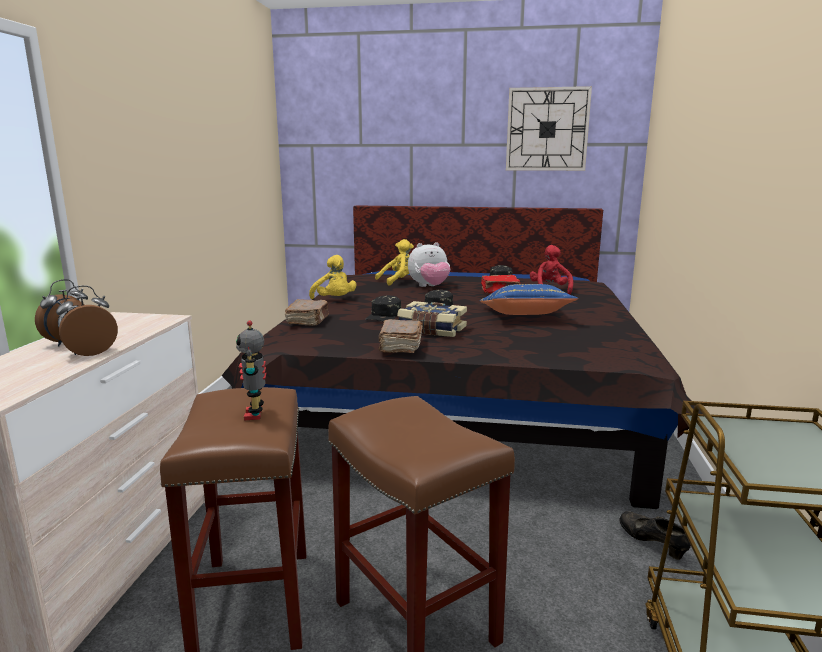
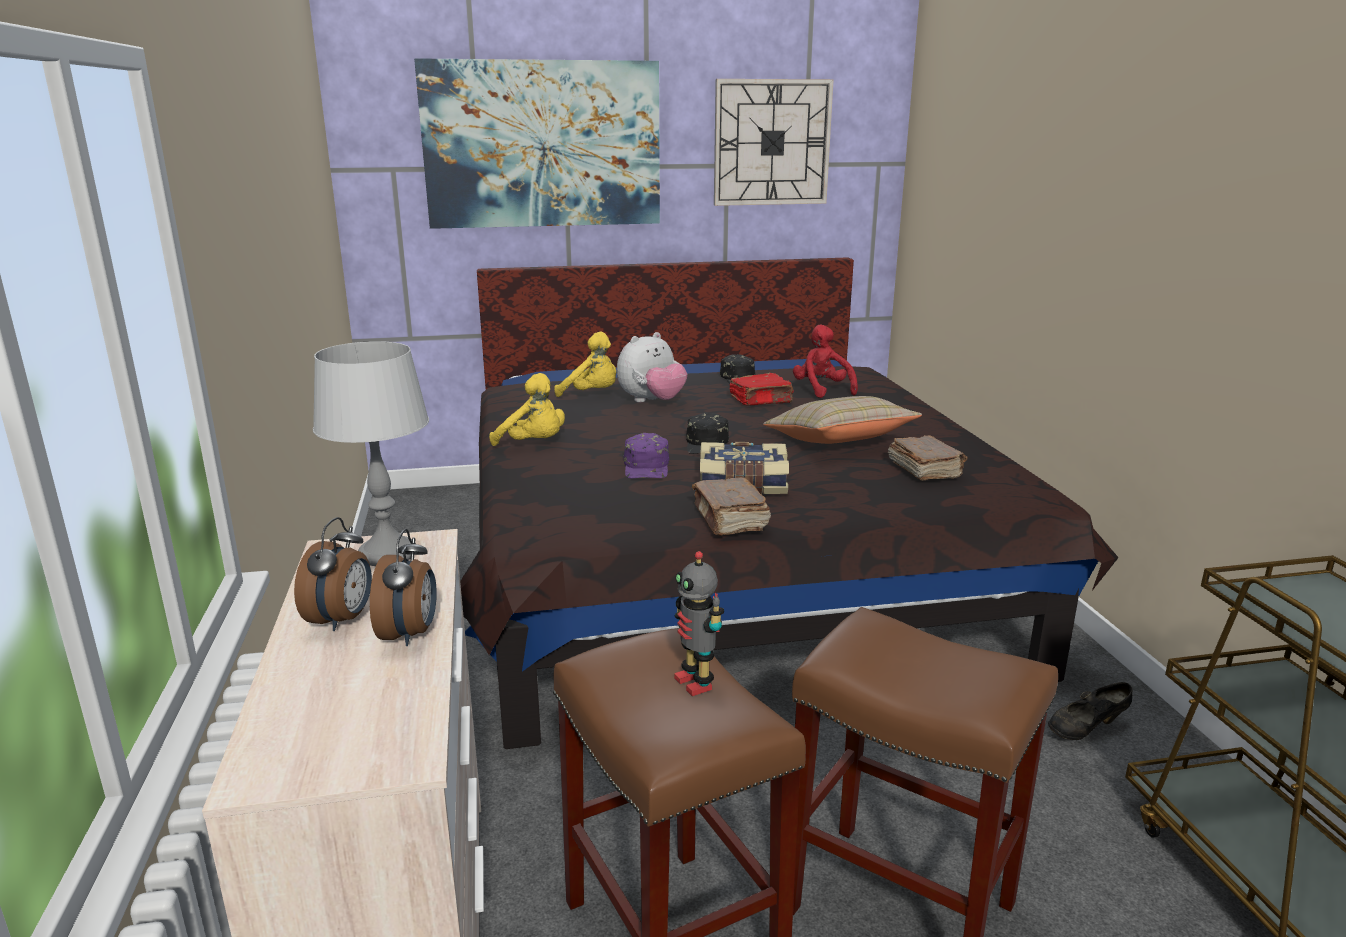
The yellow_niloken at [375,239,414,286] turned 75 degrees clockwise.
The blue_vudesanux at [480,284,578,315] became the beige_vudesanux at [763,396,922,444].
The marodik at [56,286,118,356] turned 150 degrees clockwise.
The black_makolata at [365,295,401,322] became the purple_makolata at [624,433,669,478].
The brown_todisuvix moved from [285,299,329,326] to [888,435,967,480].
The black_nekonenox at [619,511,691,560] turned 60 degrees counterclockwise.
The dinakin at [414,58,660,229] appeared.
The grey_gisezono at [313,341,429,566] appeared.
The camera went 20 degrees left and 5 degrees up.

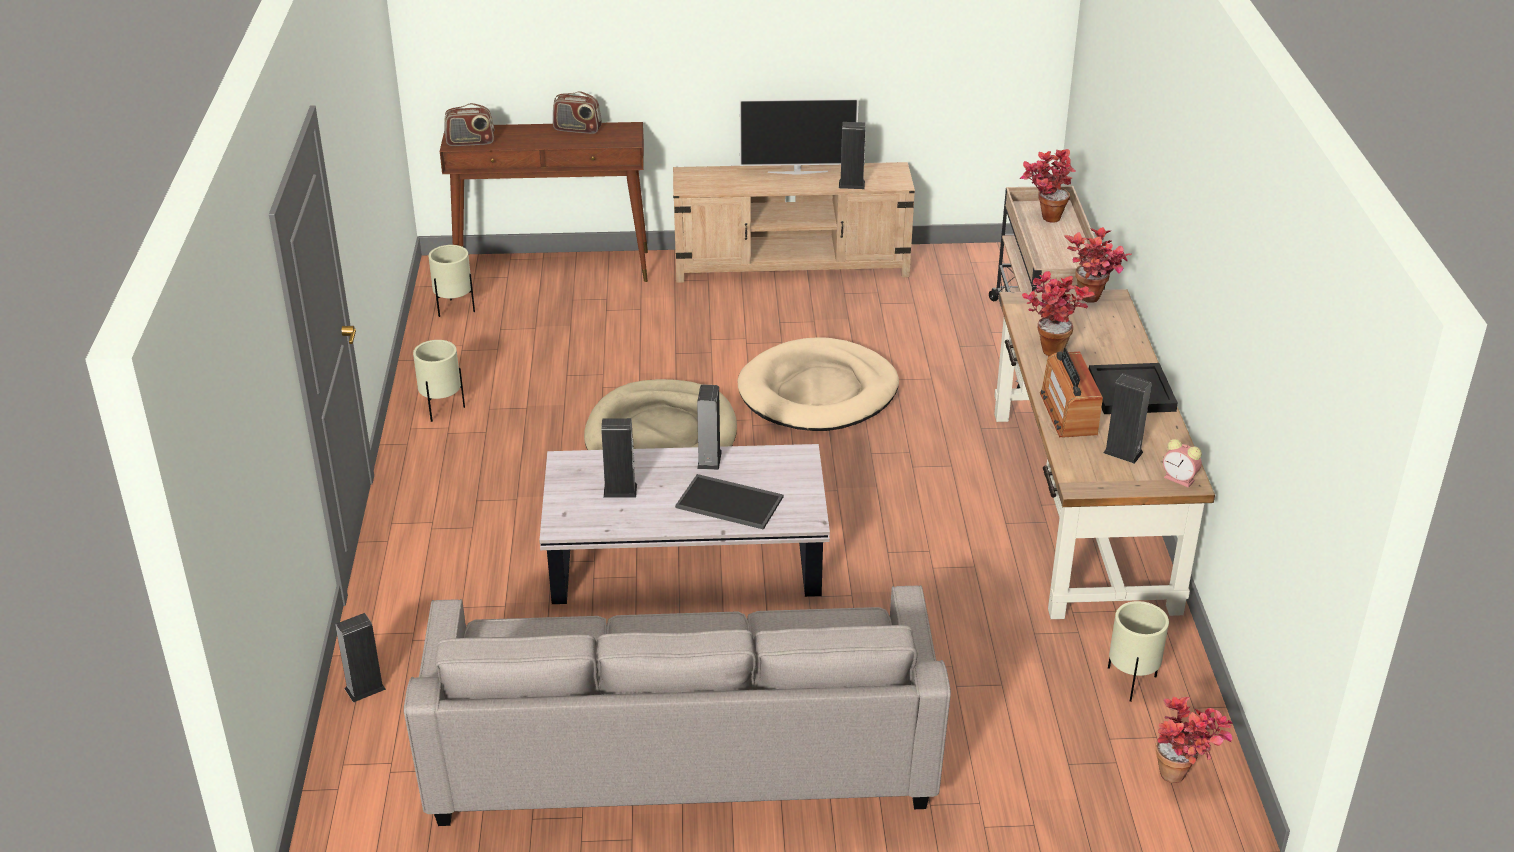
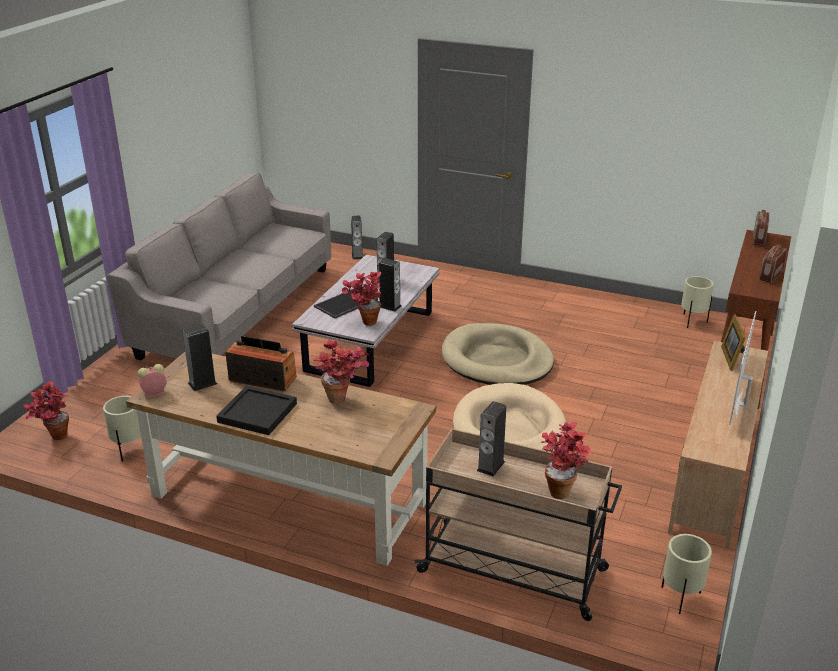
The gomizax moved from [839,122,866,189] to [477,401,506,477].
The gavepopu moved from [1065,227,1132,303] to [342,272,381,326].
The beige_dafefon moved from [413,340,465,422] to [662,534,712,614].
The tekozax at [721,314,746,371] appeared.
The camera went 115 degrees right and 5 degrees down.

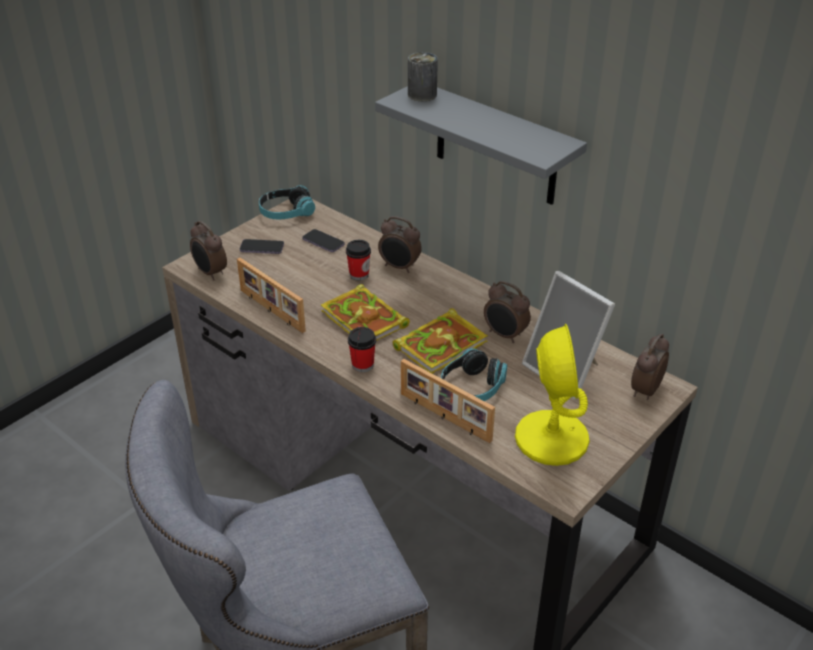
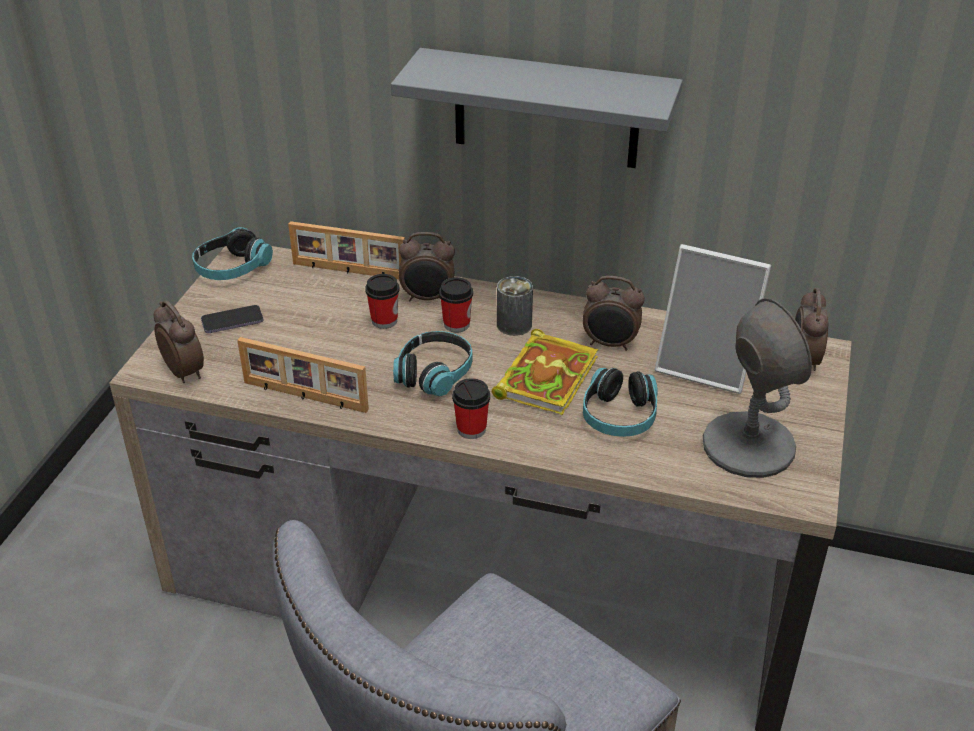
The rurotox moved from [408,52,438,101] to [497,276,533,336].
The marodik at [190,221,227,280] turned 150 degrees counterclockwise.
The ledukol at [302,229,345,252] disappeared.
The todisuvix at [321,284,410,341] was replaced by the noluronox at [393,331,472,396].
The yellow_gisezono at [515,324,590,466] became the grey_gisezono at [703,298,812,478].
The tekozax moved from [401,359,495,443] to [288,221,405,279].
The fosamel at [439,277,473,333] appeared.
The camera went 25 degrees left and 0 degrees up.

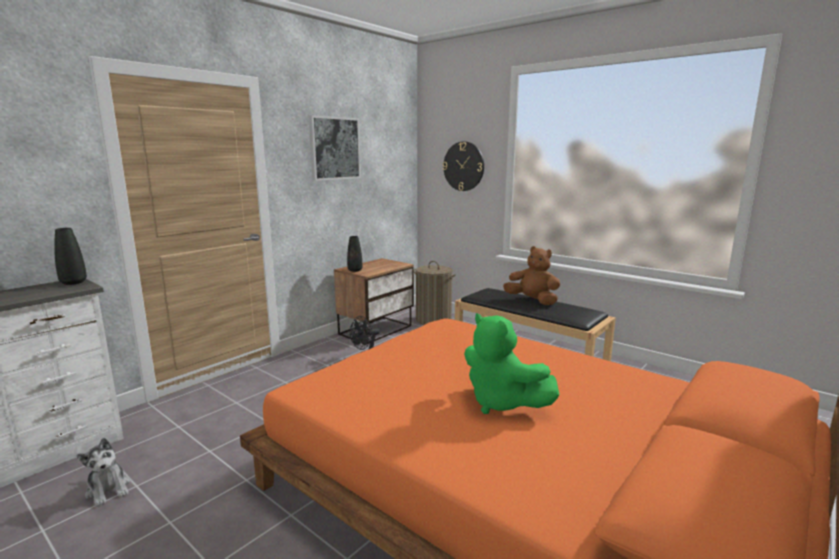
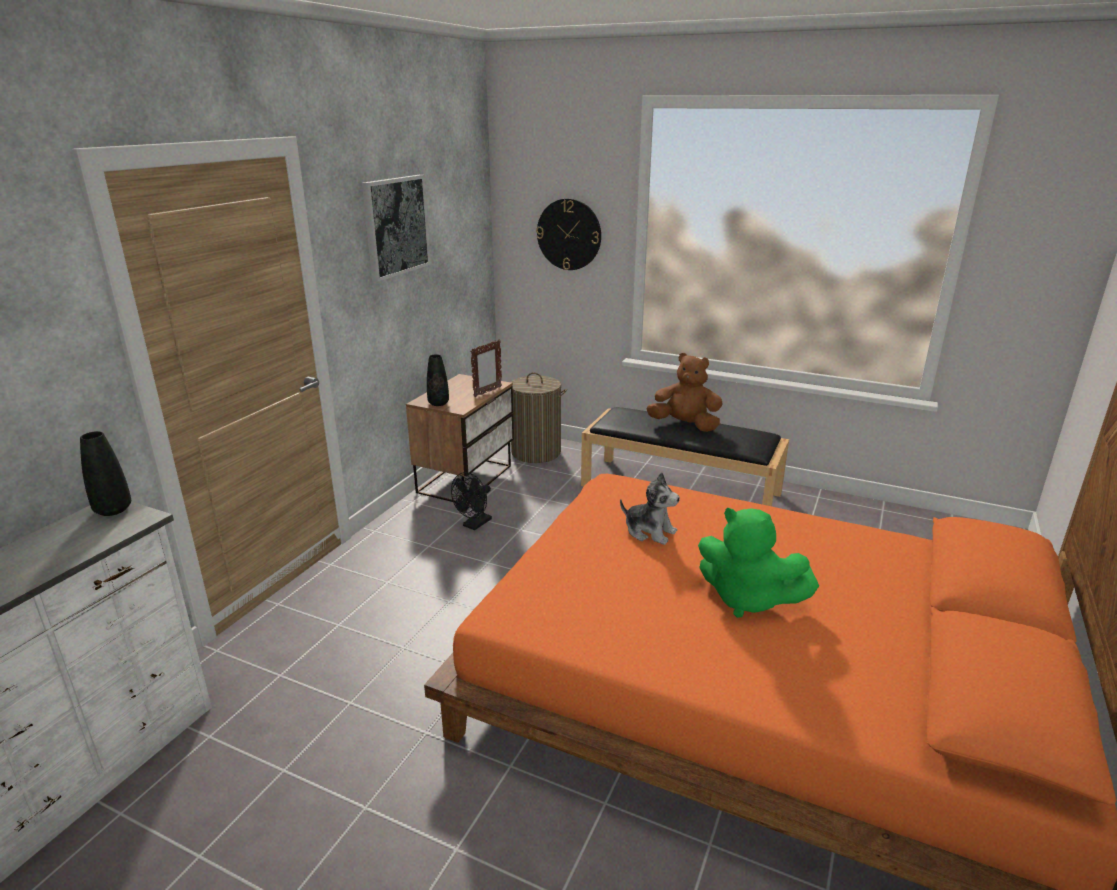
The niloken moved from [77,438,130,507] to [620,472,680,545].
The tekozax at [470,339,502,397] appeared.
The camera went 15 degrees left and 10 degrees up.

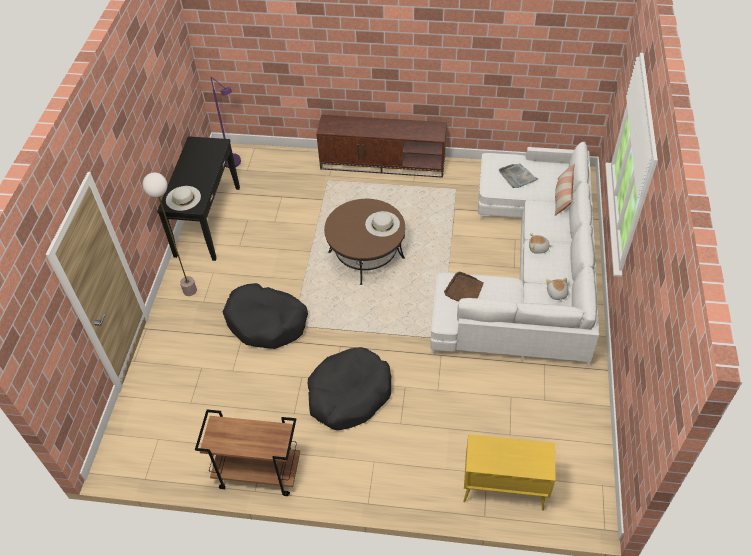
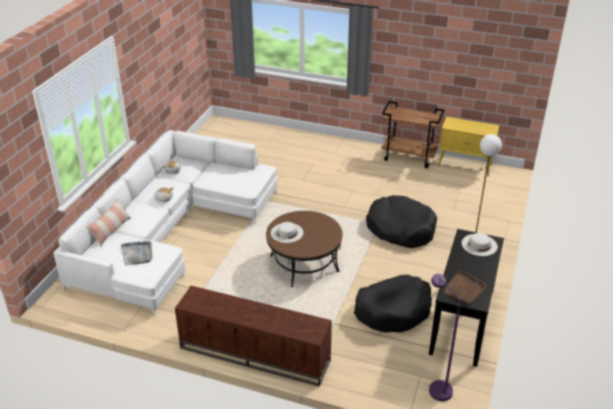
The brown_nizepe moved from [444,272,484,302] to [443,270,487,304].
The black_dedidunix moved from [308,347,391,430] to [354,275,432,333].
The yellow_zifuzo moved from [463,434,556,511] to [438,117,499,176].
The camera went 170 degrees left and 15 degrees down.

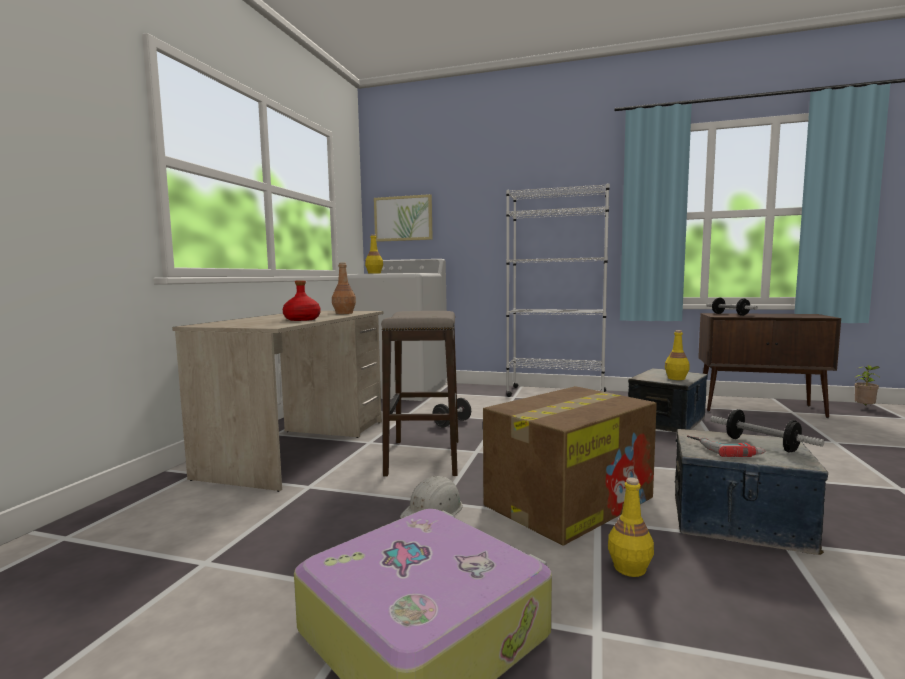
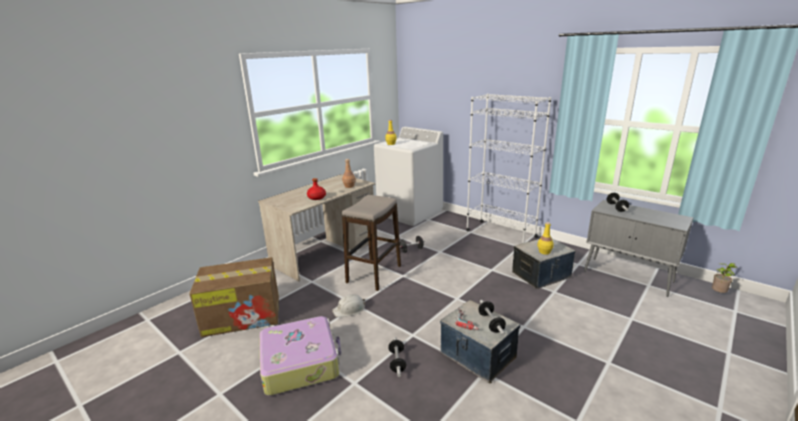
The dinakin at [374,194,433,242] disappeared.
The brown_zifuzo at [698,313,841,418] became the grey_zifuzo at [584,200,694,297].
The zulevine moved from [483,386,657,546] to [189,257,279,337].
The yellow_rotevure at [608,478,654,577] was replaced by the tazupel at [388,337,406,377].
The camera went 25 degrees right and 15 degrees up.

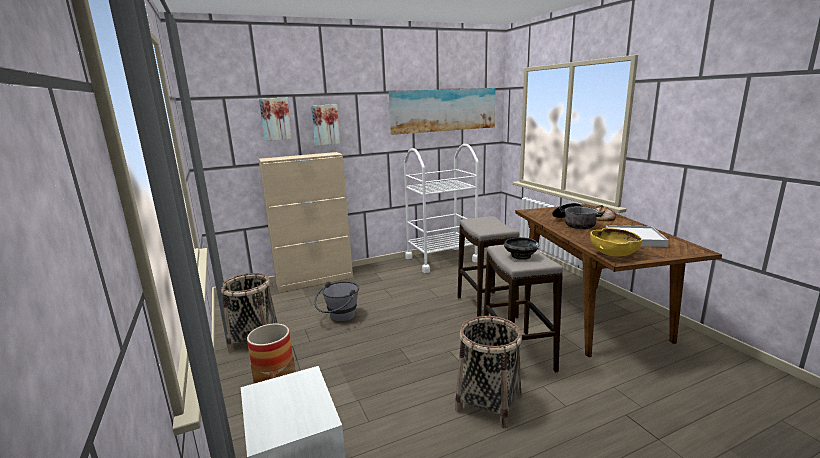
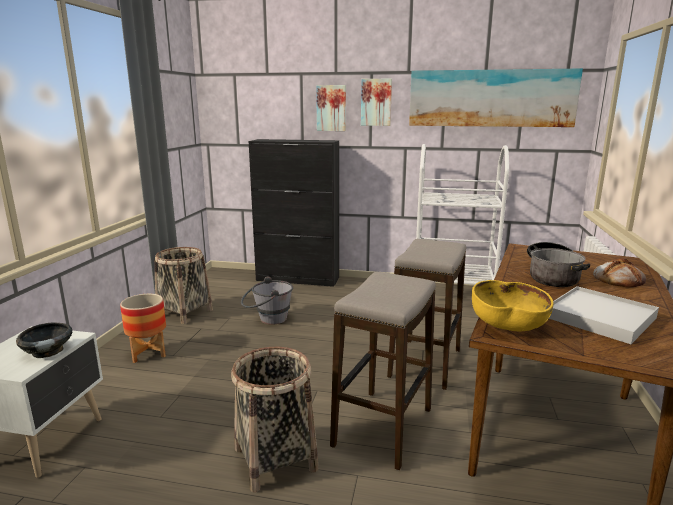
The dinakin moved from [259,98,292,141] to [361,79,392,126].
The beige_zifuzo at [259,152,353,292] became the black_zifuzo at [248,139,339,287].
The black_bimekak moved from [504,237,539,260] to [16,323,72,358].
The camera went 35 degrees right and 0 degrees up.

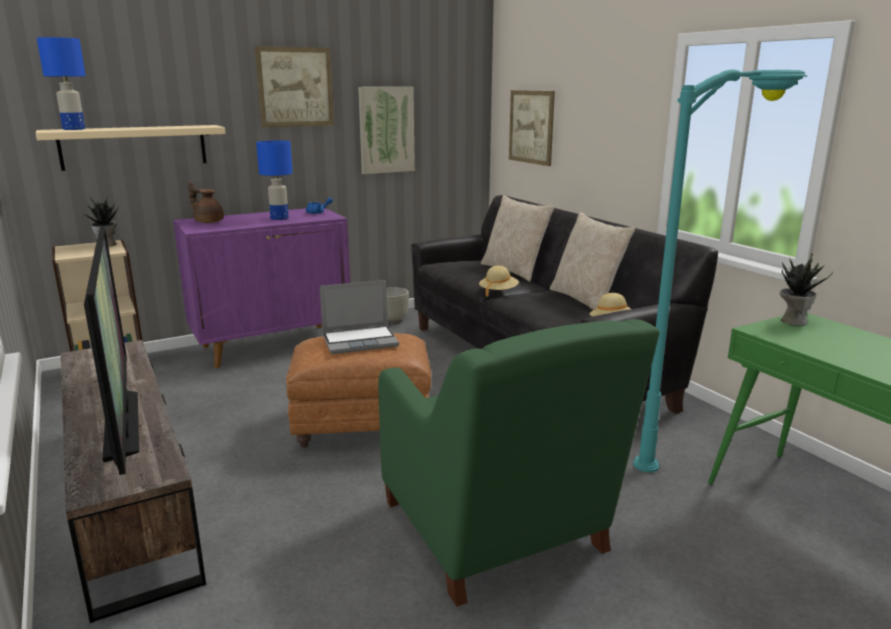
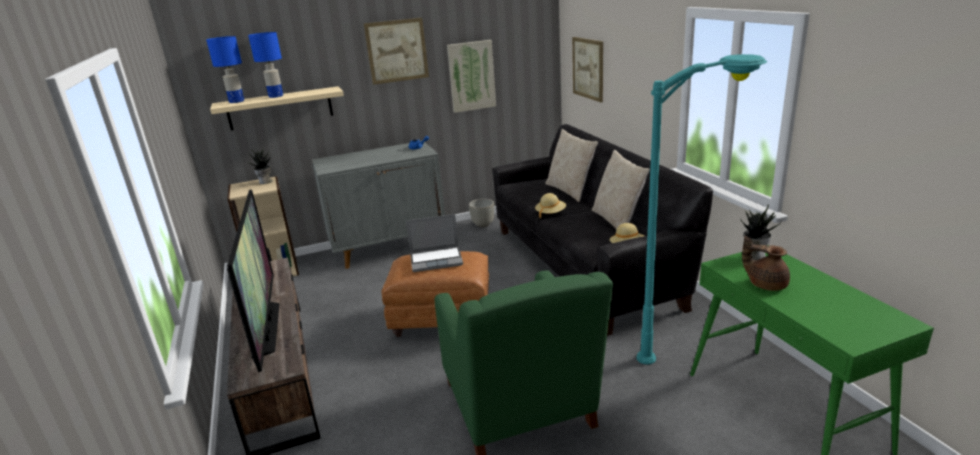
The blue_gisezono moved from [256,140,293,220] to [248,32,283,98].
The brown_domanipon moved from [188,182,224,223] to [742,236,790,291].
The purple_zifuzo at [173,208,350,368] became the grey_zifuzo at [312,141,445,269].
The camera went 10 degrees right and 5 degrees up.

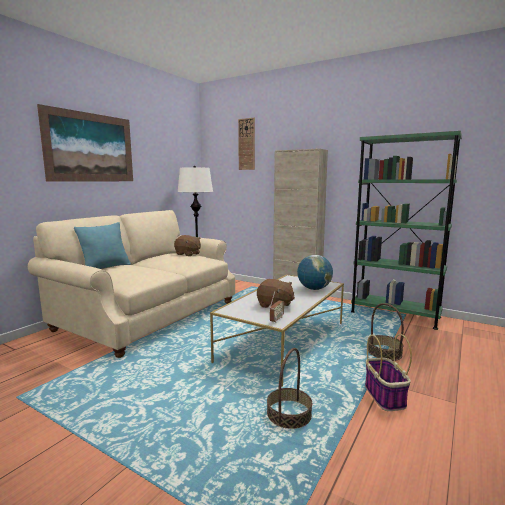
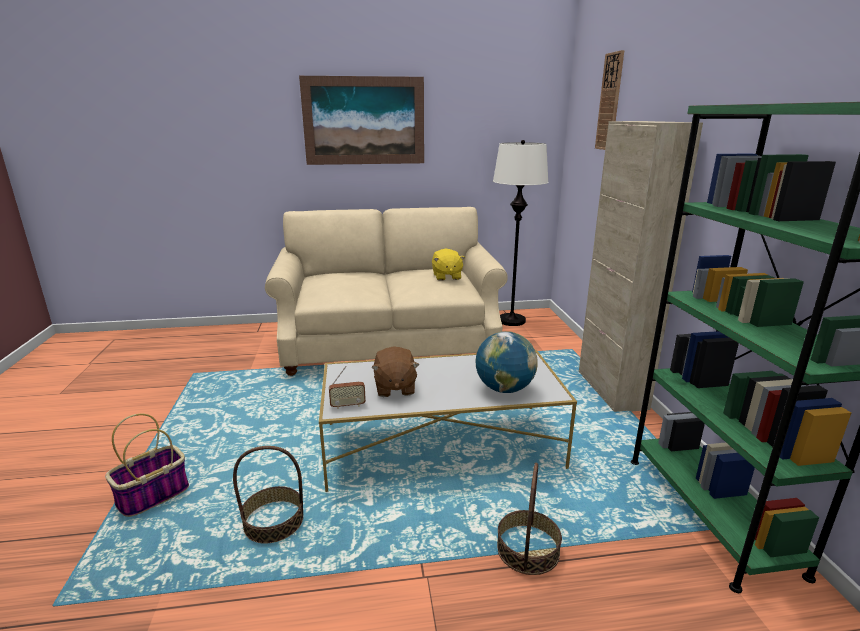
The turquoise_vudesanux at [74,222,131,269] disappeared.
The brown_niloken at [174,235,201,256] became the yellow_niloken at [432,248,465,281].
The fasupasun moved from [365,334,412,411] to [105,413,189,517].
The camera went 50 degrees right and 10 degrees up.

